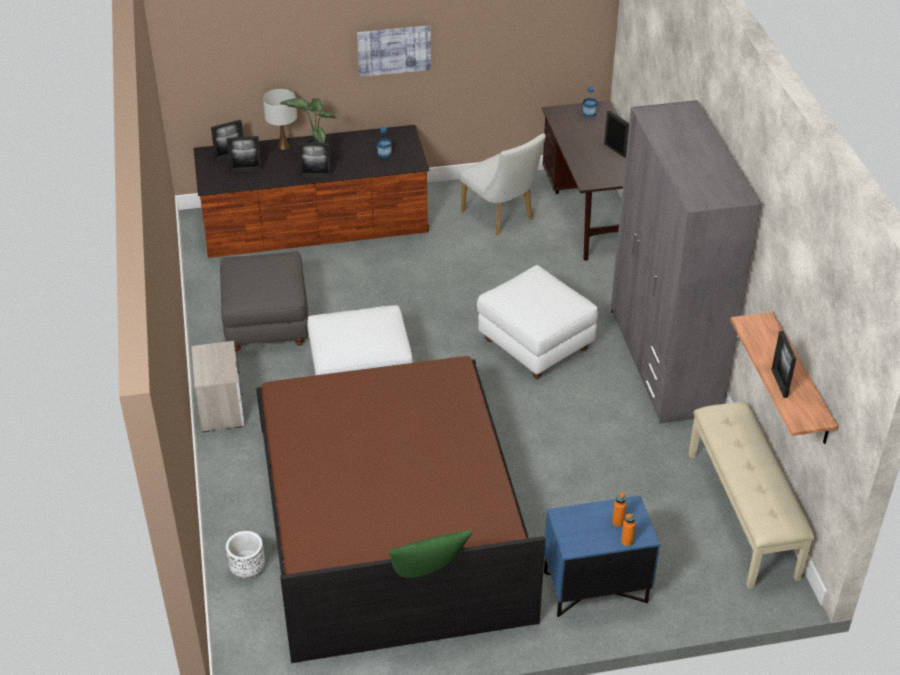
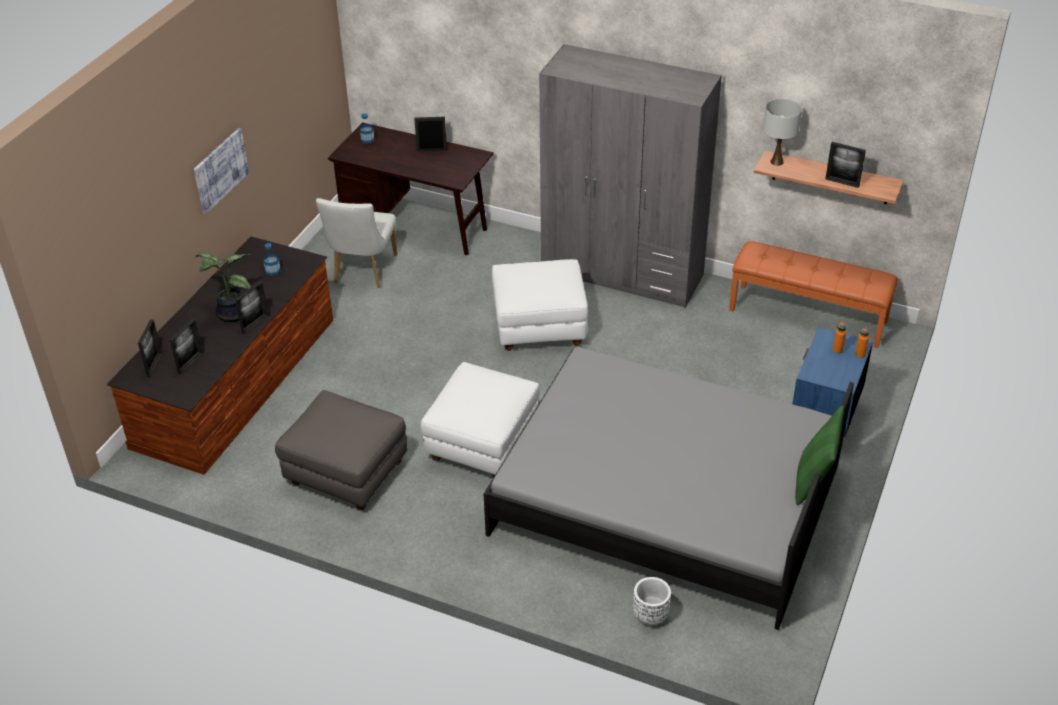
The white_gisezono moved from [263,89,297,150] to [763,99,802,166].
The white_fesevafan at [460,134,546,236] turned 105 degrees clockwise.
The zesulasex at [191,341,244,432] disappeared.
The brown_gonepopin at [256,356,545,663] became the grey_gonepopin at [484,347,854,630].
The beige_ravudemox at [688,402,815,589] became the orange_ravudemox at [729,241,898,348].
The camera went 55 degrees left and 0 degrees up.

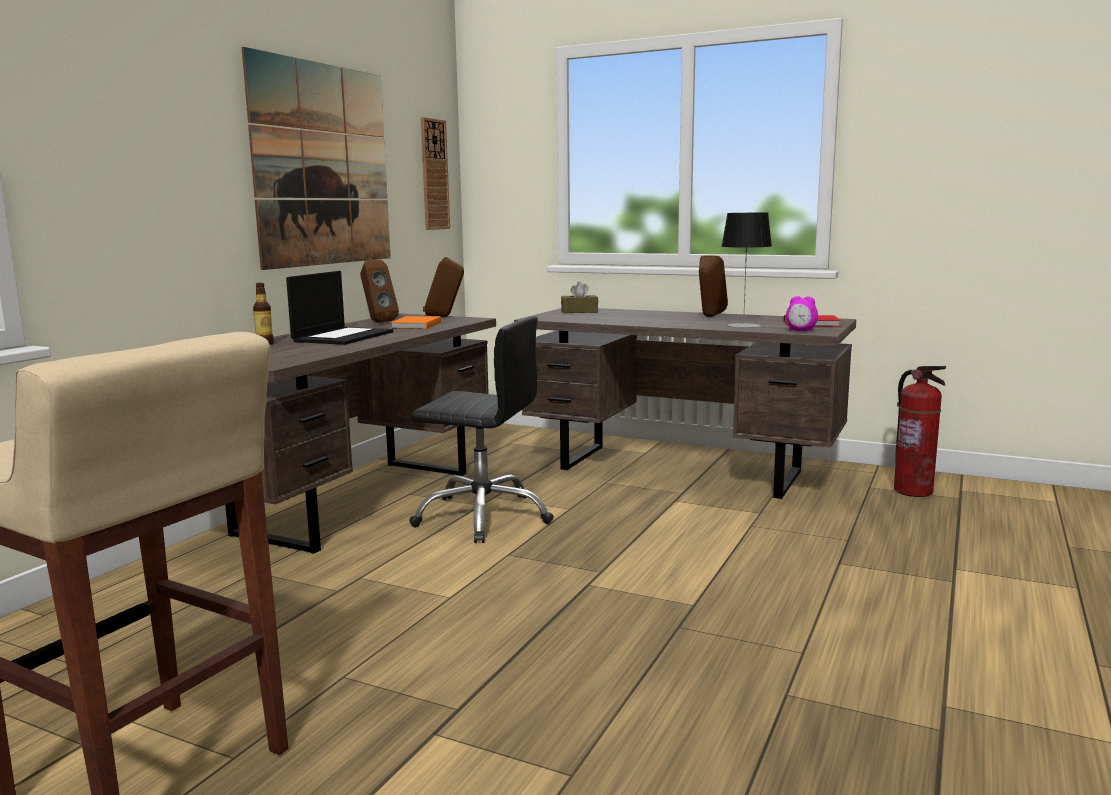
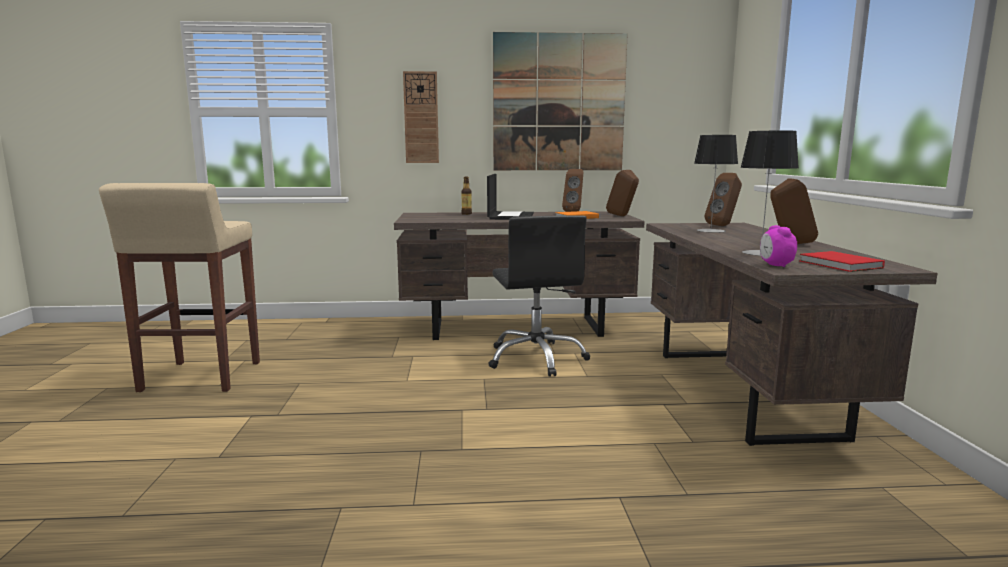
The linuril moved from [421,117,450,230] to [403,71,439,163].
The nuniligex at [286,271,393,345] turned 75 degrees counterclockwise.
The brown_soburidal at [561,282,598,313] was replaced by the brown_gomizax at [704,173,742,226].
The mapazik at [894,366,946,497] disappeared.
The gisezono at [694,135,738,233] appeared.
The camera went 60 degrees right and 0 degrees up.

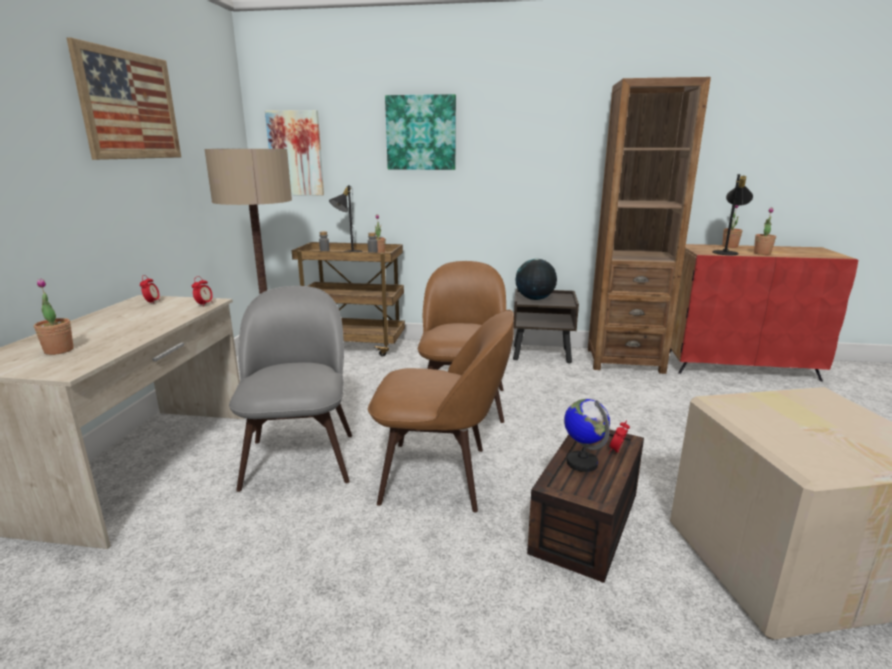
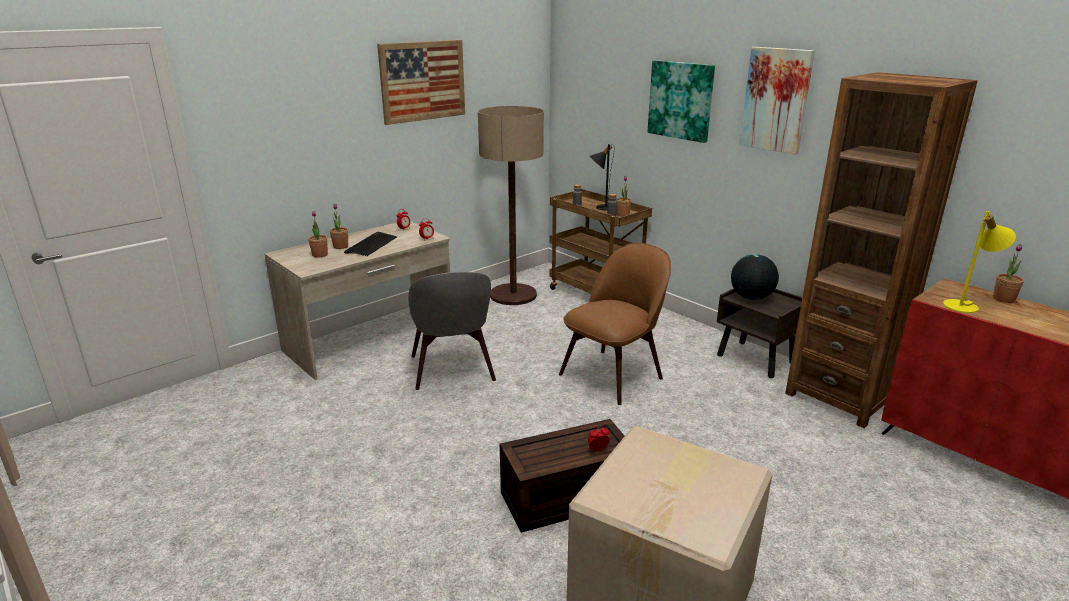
The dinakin moved from [265,110,324,195] to [739,47,815,155].
The black_gisezono at [712,174,753,255] became the yellow_gisezono at [943,211,1016,313].
The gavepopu moved from [754,207,776,255] to [330,204,348,249].
The grey_fesevafan at [229,286,352,492] turned 135 degrees clockwise.
The brown_fesevafan at [368,310,514,512] disappeared.
The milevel at [564,399,610,472] disappeared.
The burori at [344,232,397,256] appeared.
The camera went 40 degrees right and 5 degrees up.

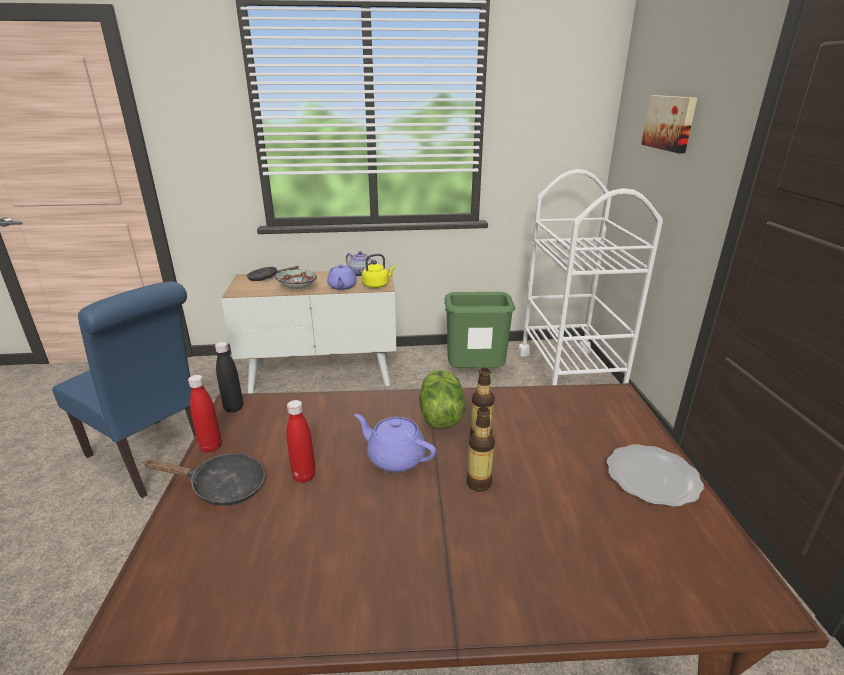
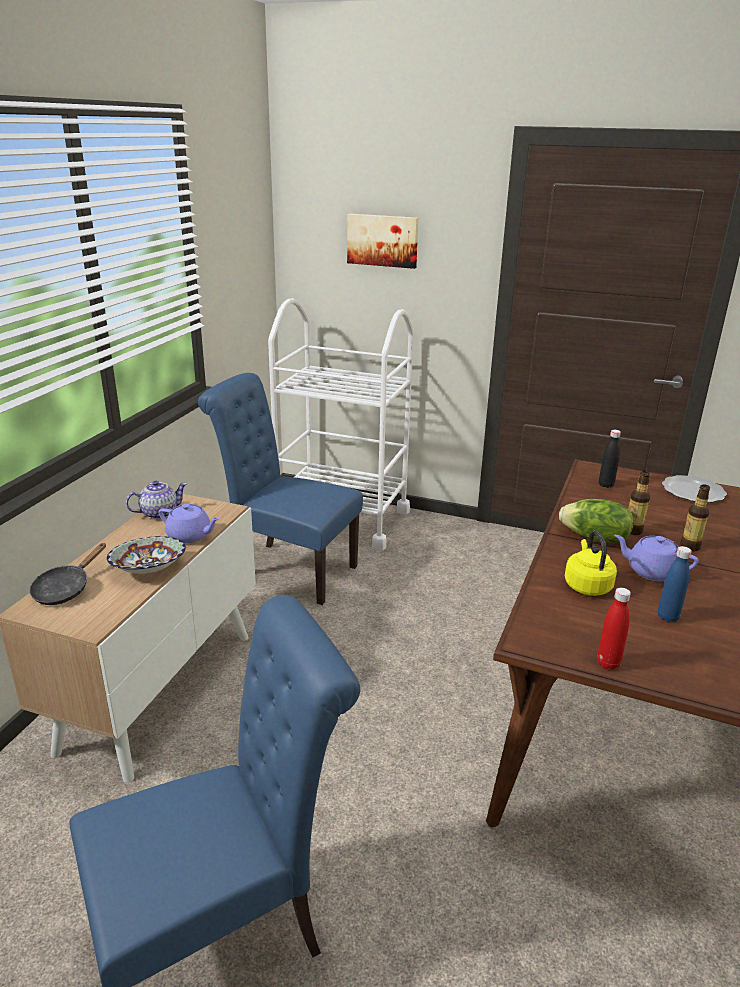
The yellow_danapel moved from [362,254,395,288] to [565,531,617,596].
The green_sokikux at [444,292,515,368] was replaced by the blue_fesevafan at [198,373,363,605].
The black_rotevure moved from [215,342,243,413] to [599,430,621,488].
The red_rotevure at [287,400,315,483] became the blue_rotevure at [658,546,692,622].
The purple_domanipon at [354,414,436,472] turned 60 degrees clockwise.
The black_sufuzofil at [143,453,265,506] disappeared.
The camera went 65 degrees left and 0 degrees up.

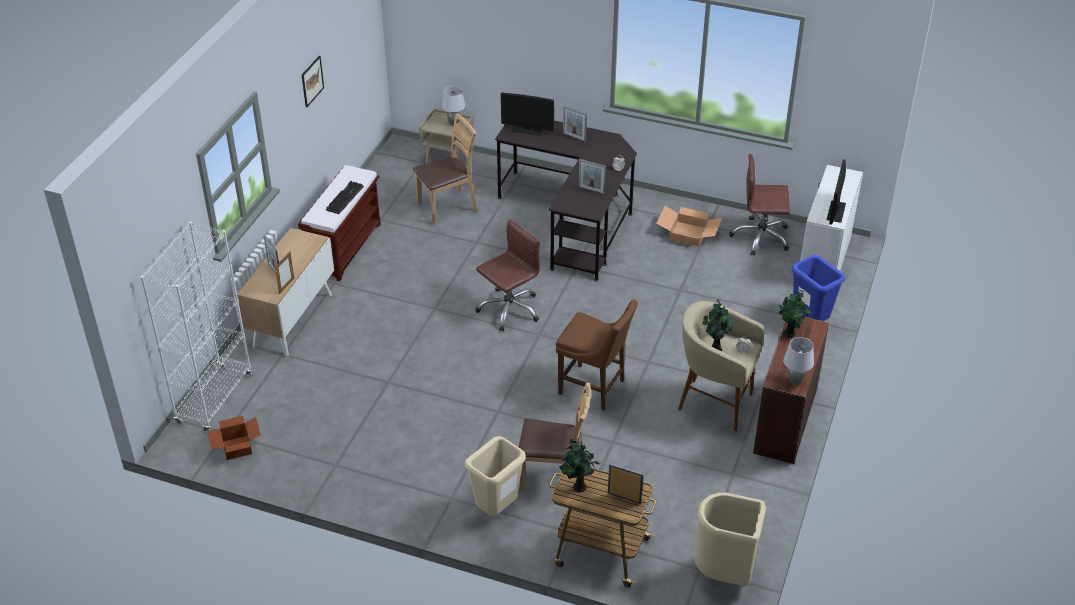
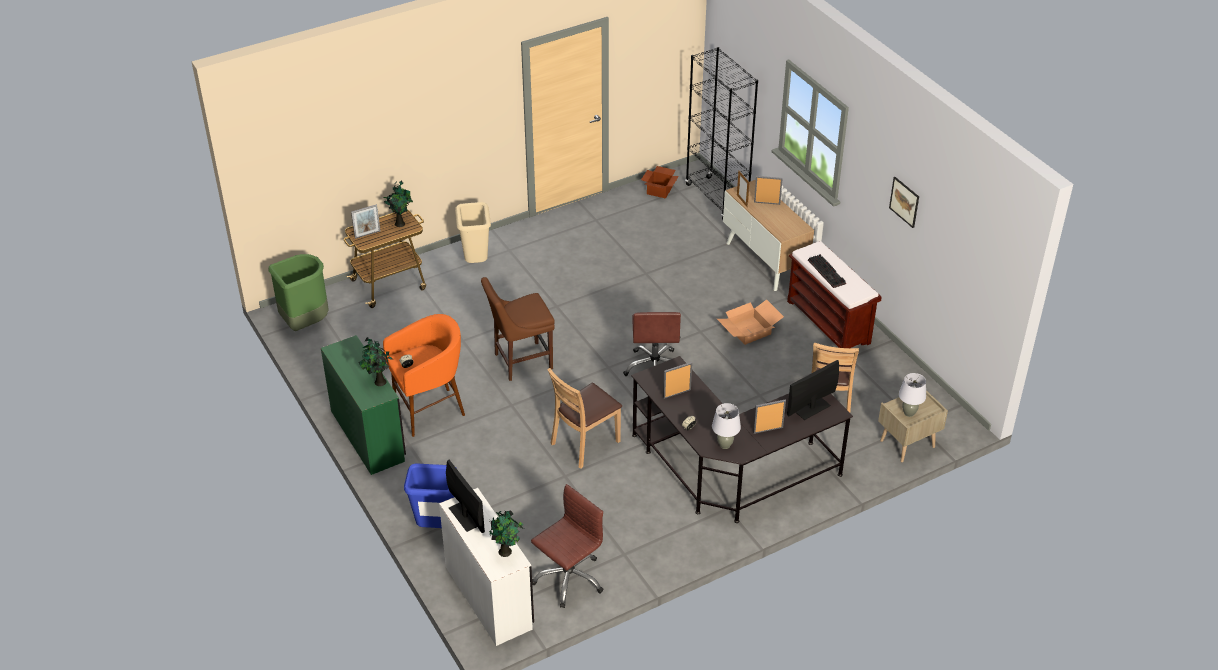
The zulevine moved from [656,206,722,246] to [717,300,784,345].
The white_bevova at [140,221,252,433] became the black_bevova at [685,47,758,220].
The gavepopu moved from [702,299,733,351] to [489,510,524,557].
The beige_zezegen at [678,301,765,431] became the orange_zezegen at [383,314,465,437].
The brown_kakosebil at [753,317,829,464] became the green_kakosebil at [321,335,406,475].
The grey_gisezono moved from [783,337,814,385] to [712,403,741,449].
The brown_fesevafan moved from [519,382,591,492] to [547,368,622,469].
The beige_sokikux at [694,493,766,587] became the green_sokikux at [268,254,329,331].
The camera went 130 degrees right and 0 degrees up.

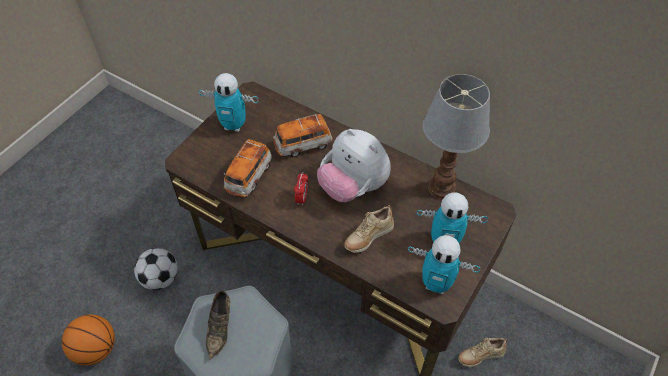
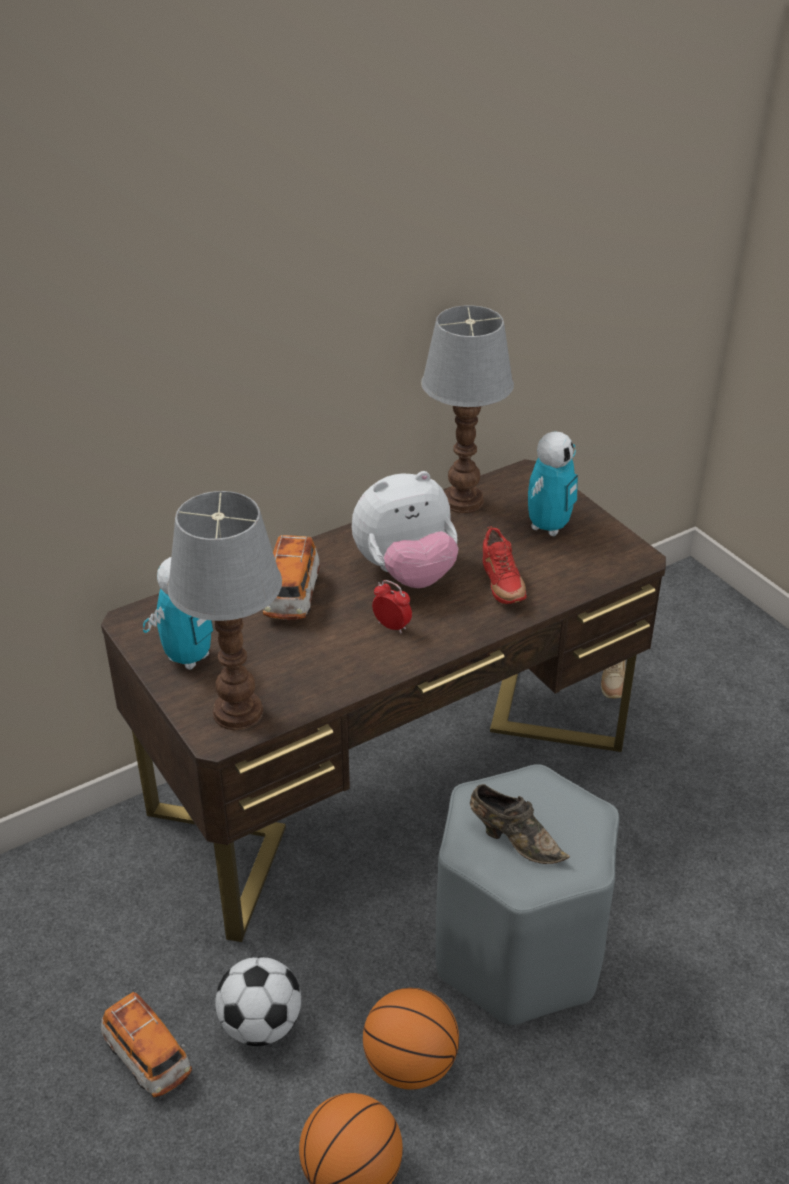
The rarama moved from [224,139,272,198] to [101,992,192,1097].
The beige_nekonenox at [344,205,394,253] became the red_nekonenox at [483,526,527,604].
The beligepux at [408,235,480,294] disappeared.
The gisezono at [167,491,282,730] appeared.
The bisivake at [363,988,459,1090] appeared.
The camera went 65 degrees left and 15 degrees down.

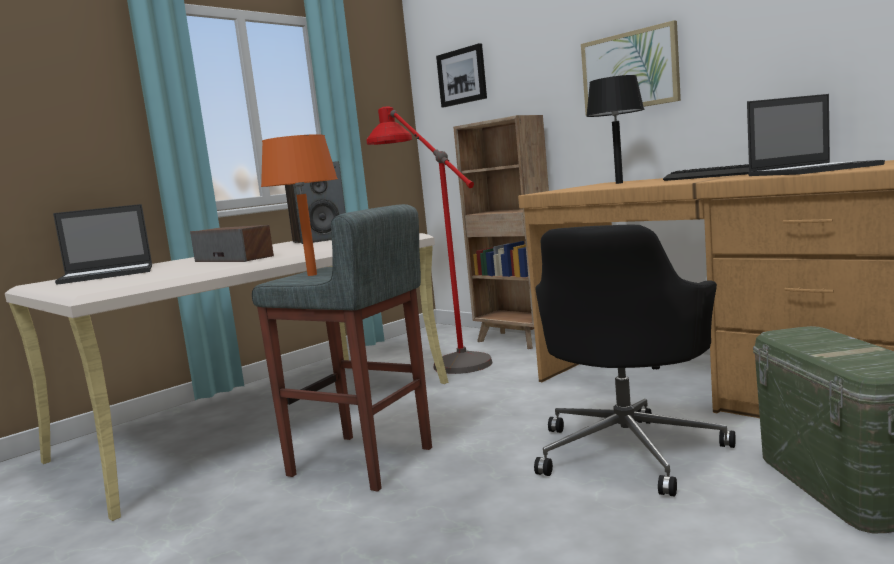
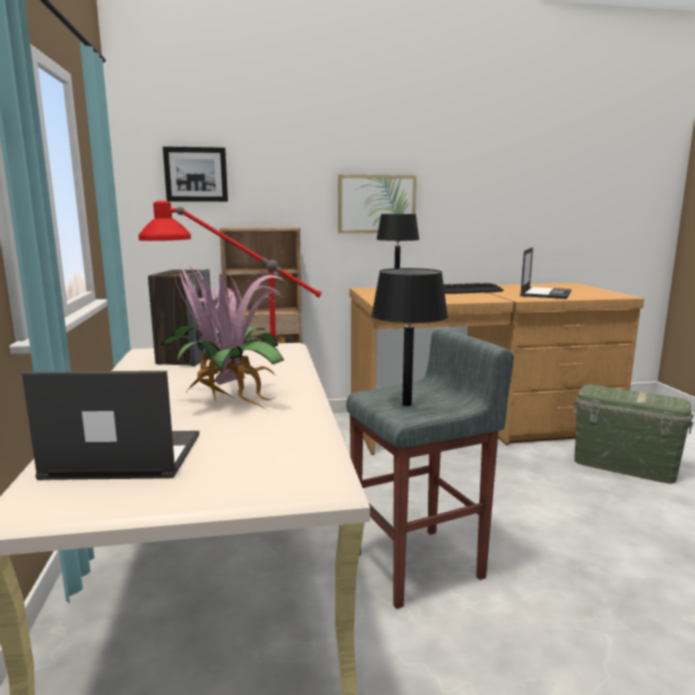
The orange_gisezono at [261,134,338,276] became the black_gisezono at [371,268,448,406].
The nuniligex at [53,204,152,285] turned 105 degrees counterclockwise.
The gomizax at [190,225,274,262] was replaced by the gavepopu at [160,262,291,410].
The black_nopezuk at [534,225,736,497] disappeared.
The camera went 55 degrees left and 5 degrees up.

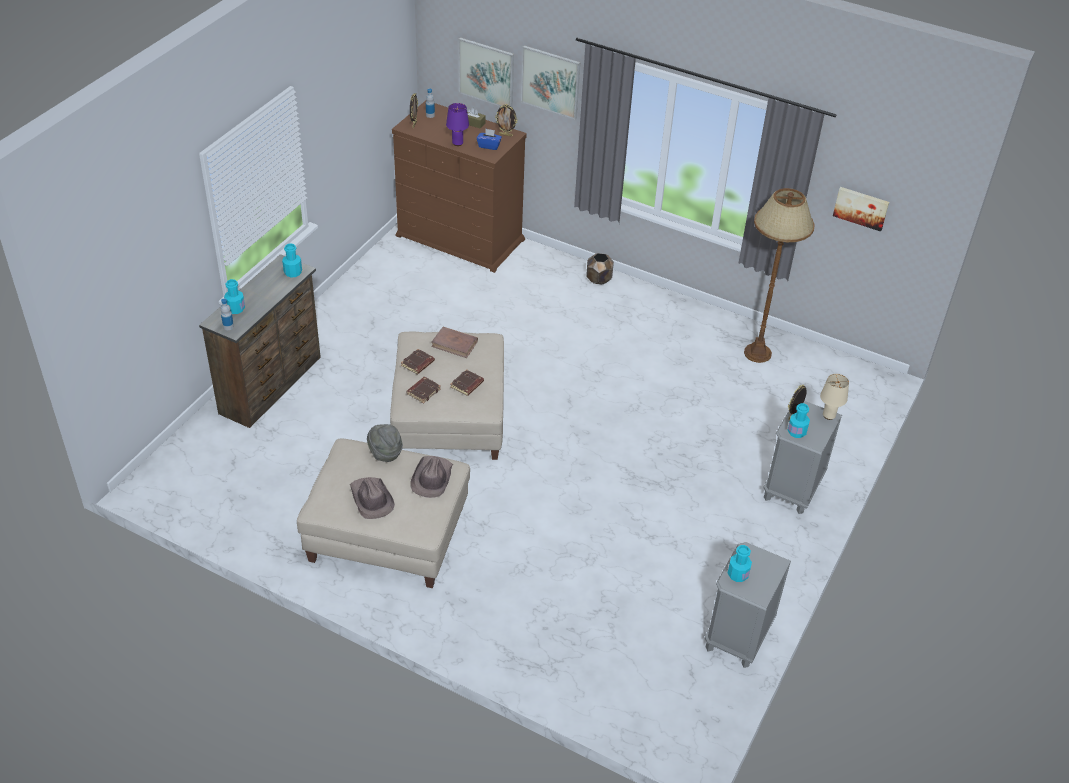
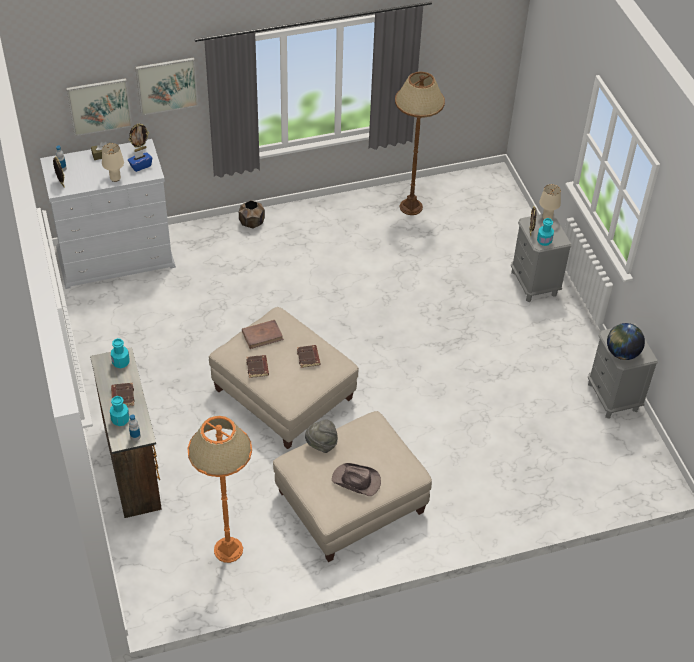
The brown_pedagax at [392,101,527,273] became the white_pedagax at [40,139,176,289].
The purple_gisezono at [446,103,469,146] became the beige_gisezono at [102,143,124,182].
The dinakin at [833,187,889,232] disappeared.
The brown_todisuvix moved from [406,377,441,404] to [111,383,135,406].
The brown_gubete at [410,456,453,498] disappeared.
The turquoise_rotevure at [728,545,752,582] was replaced by the milevel at [607,323,645,360].
The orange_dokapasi at [187,416,252,563] appeared.
The camera went 45 degrees left and 5 degrees up.

